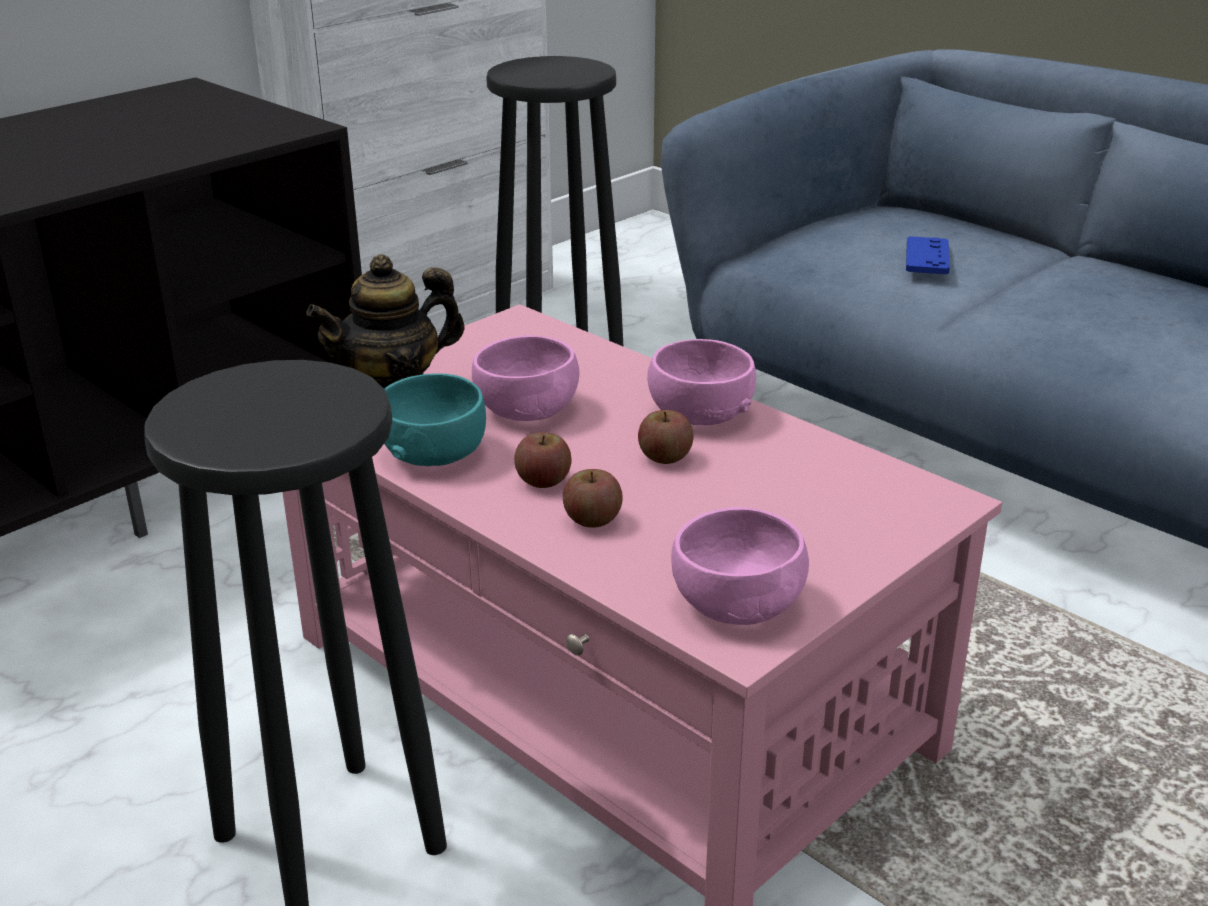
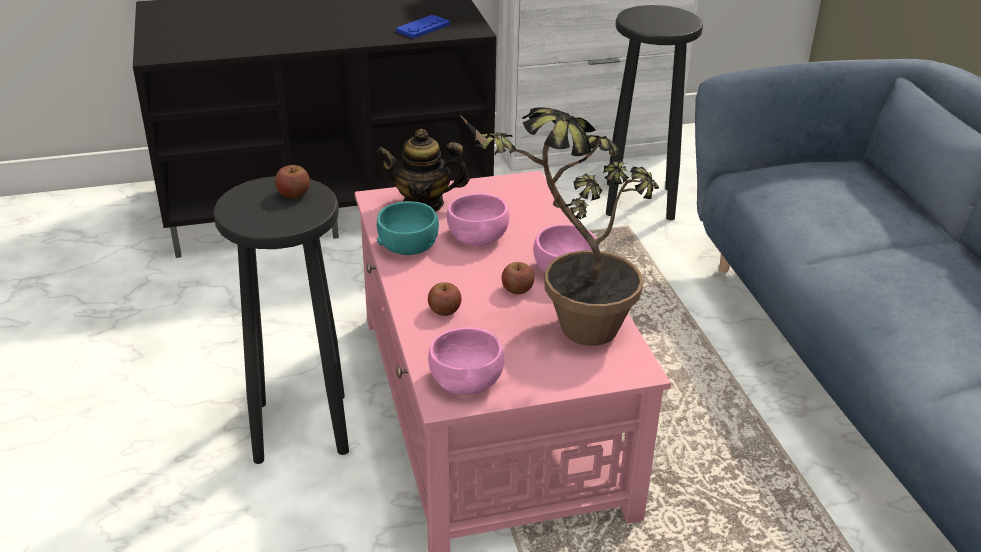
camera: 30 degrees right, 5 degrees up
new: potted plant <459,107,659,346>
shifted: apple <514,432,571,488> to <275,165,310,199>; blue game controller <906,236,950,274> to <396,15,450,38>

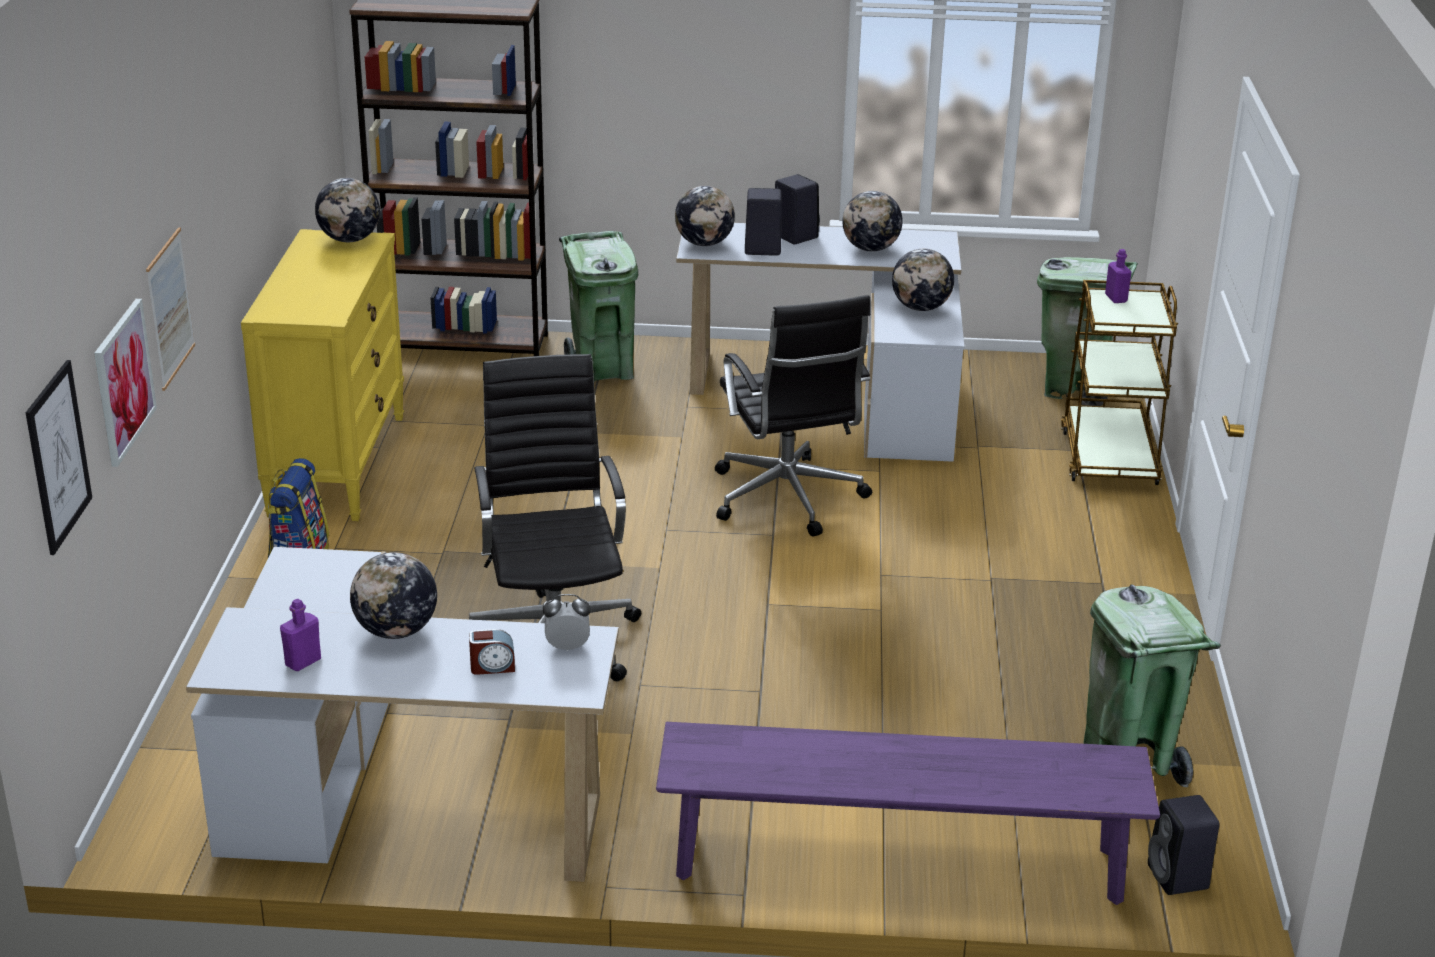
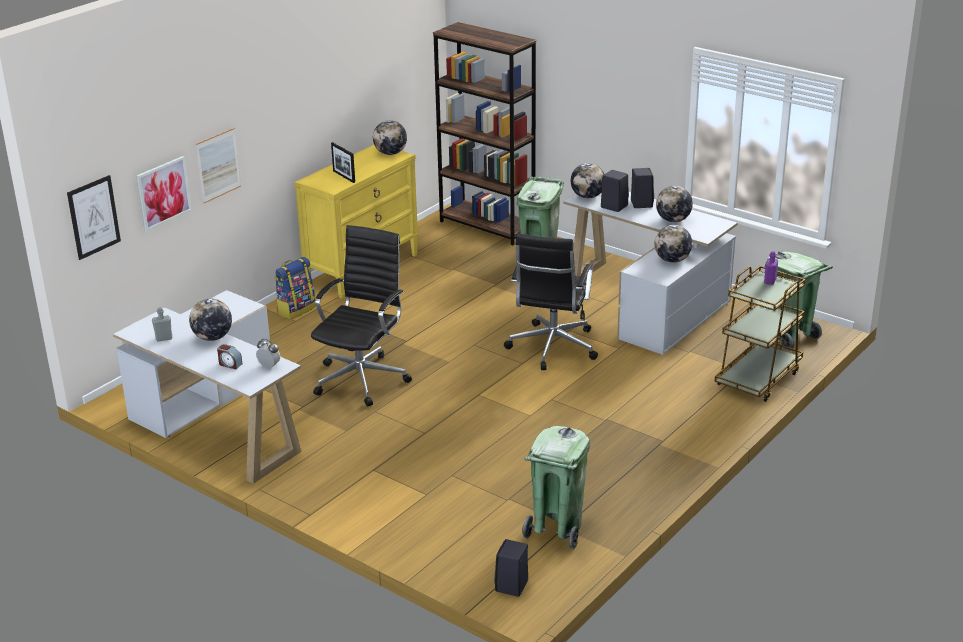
camera: 35 degrees right, 0 degrees up
gone: purple bench <656,722,1160,905>
new: picture frame <331,142,355,183>
repainted: purple bottle <280,599,321,671> to grey bottle <152,307,173,341>

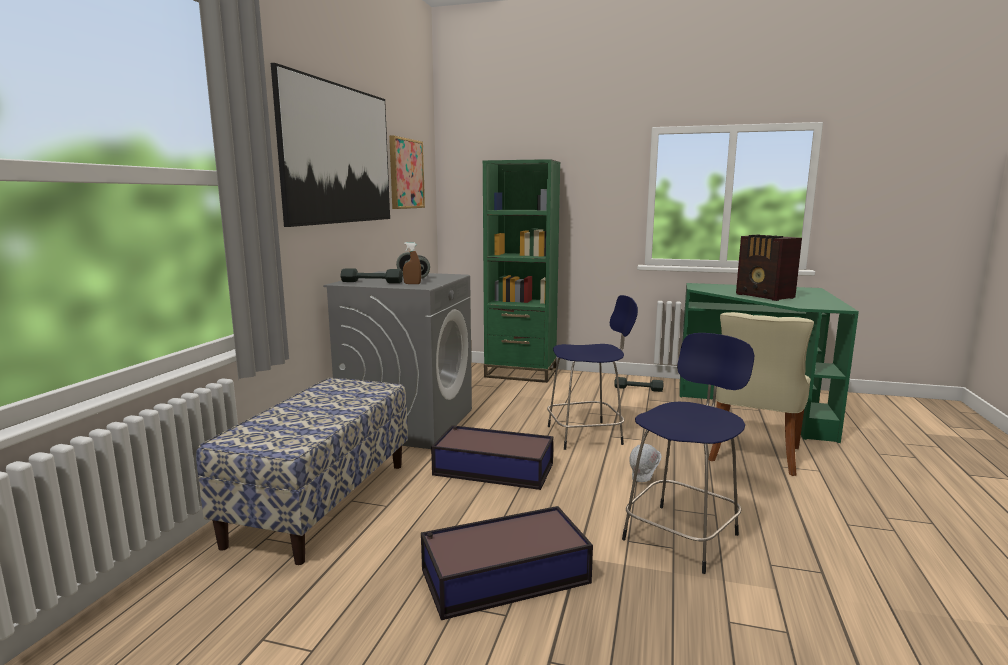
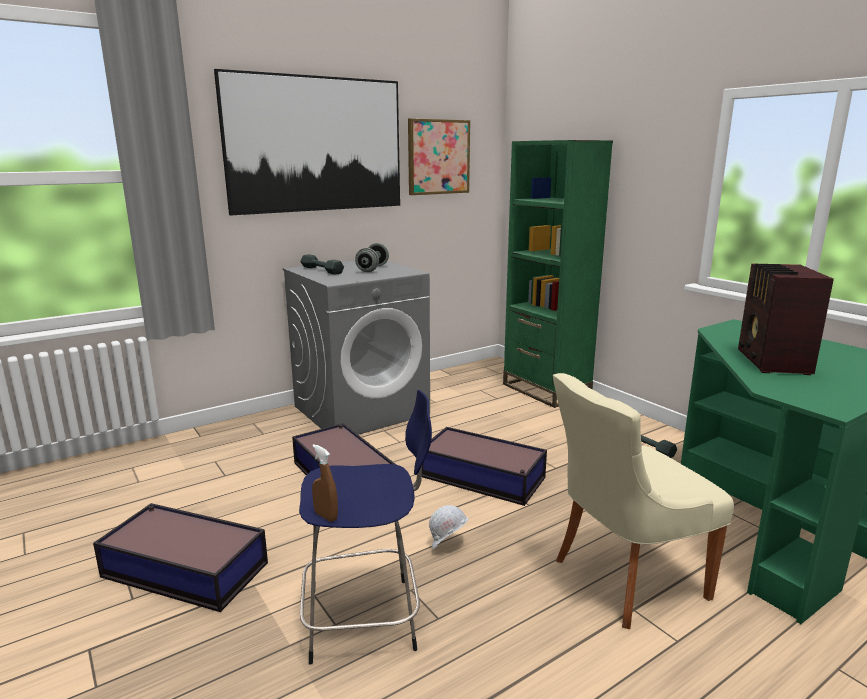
camera: 40 degrees right, 5 degrees up
gone: bench <196,378,408,565>
shifted: brown spray bottle <403,242,421,284> to <312,444,338,522>
swapped: blue stool <547,295,638,450> to storage box <422,427,547,506>

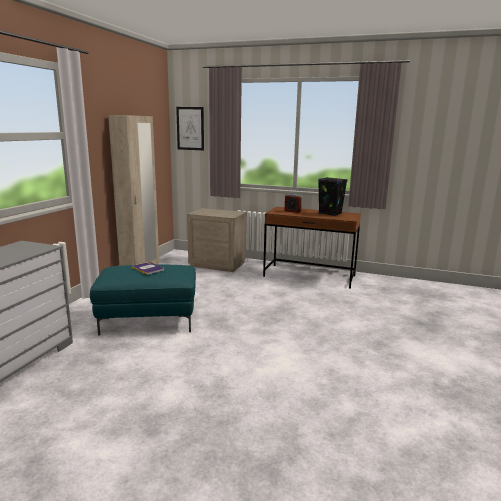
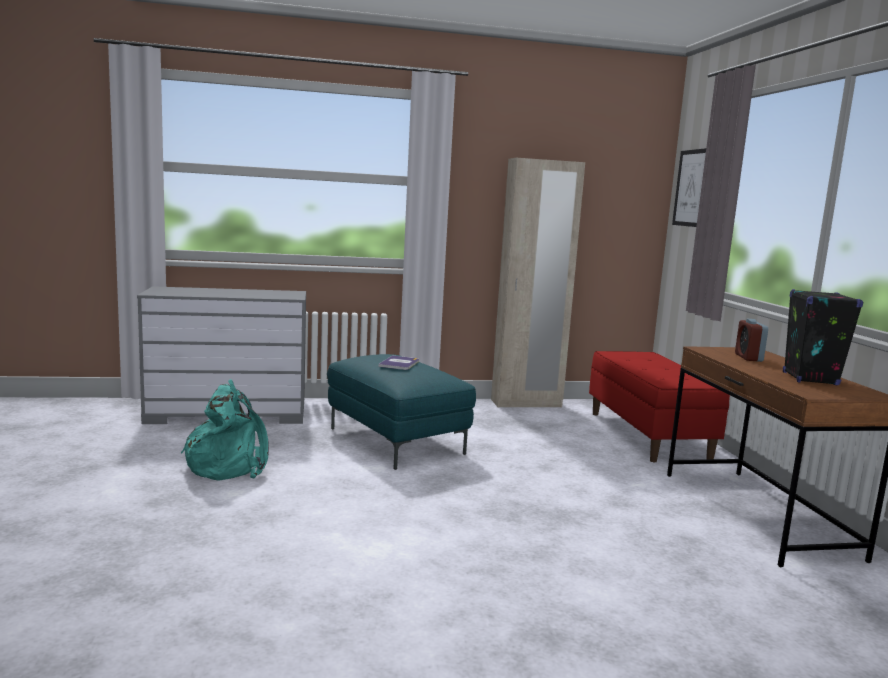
camera: 60 degrees right, 5 degrees down
new: turquoise backpack <181,379,269,480>
swapped: beige nightstand <187,208,246,272> to red bench <589,351,730,462>

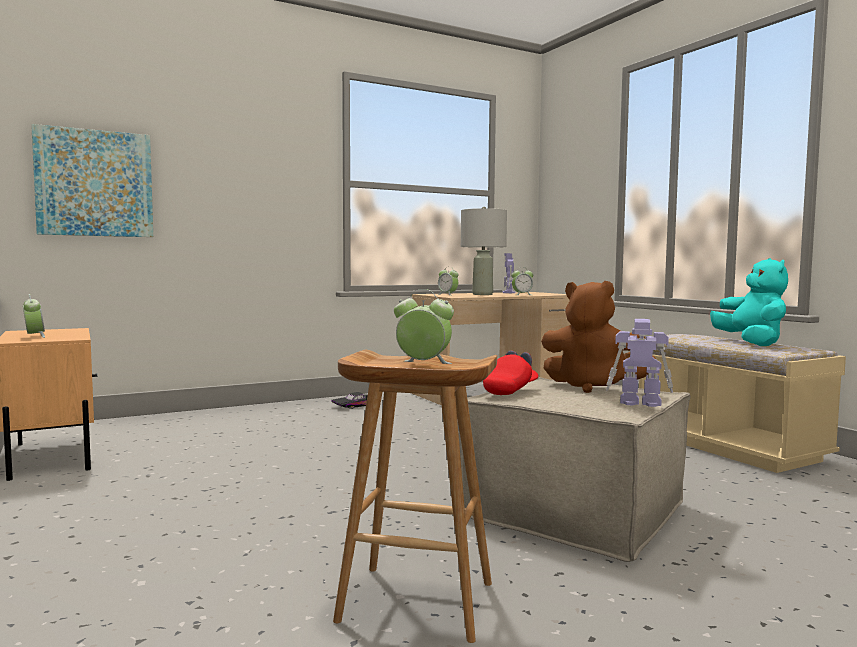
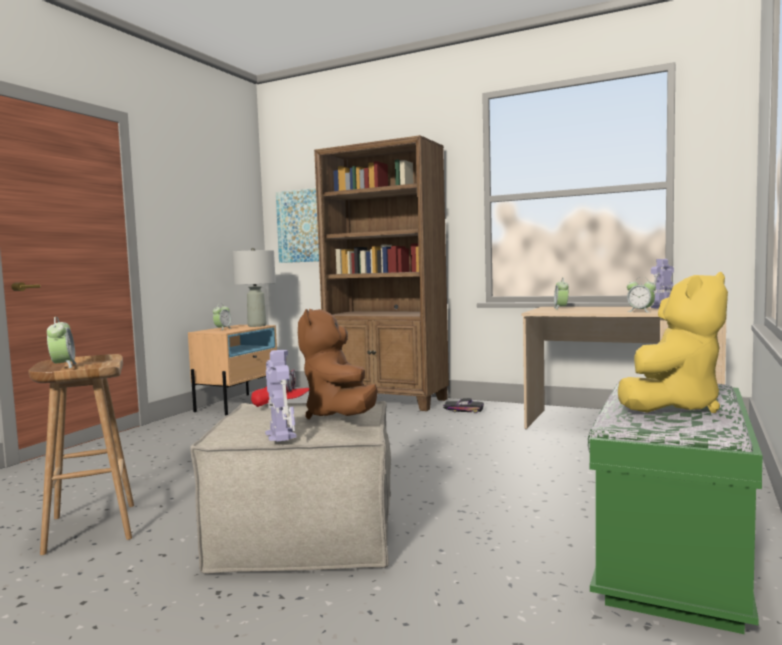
camera: 55 degrees right, 0 degrees up
new: brown bookcase <314,135,449,411>
shifted: grey table lamp <461,207,507,295> to <232,248,276,327>
repainted: beige bench <639,334,846,473> to green bench <588,379,763,634>; turquoise plush toy <710,258,788,346> to yellow plush toy <618,272,728,413>

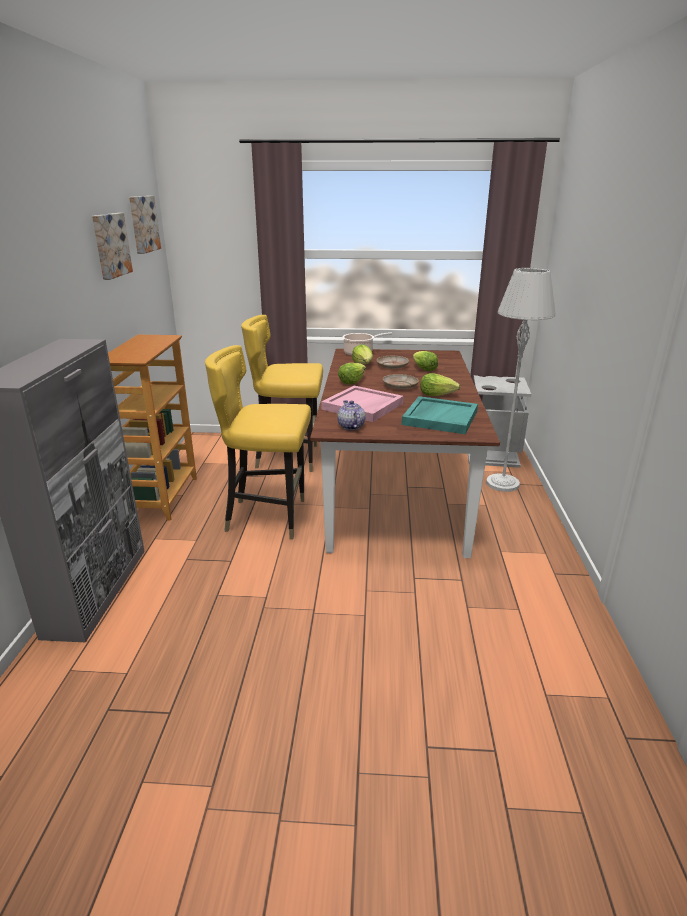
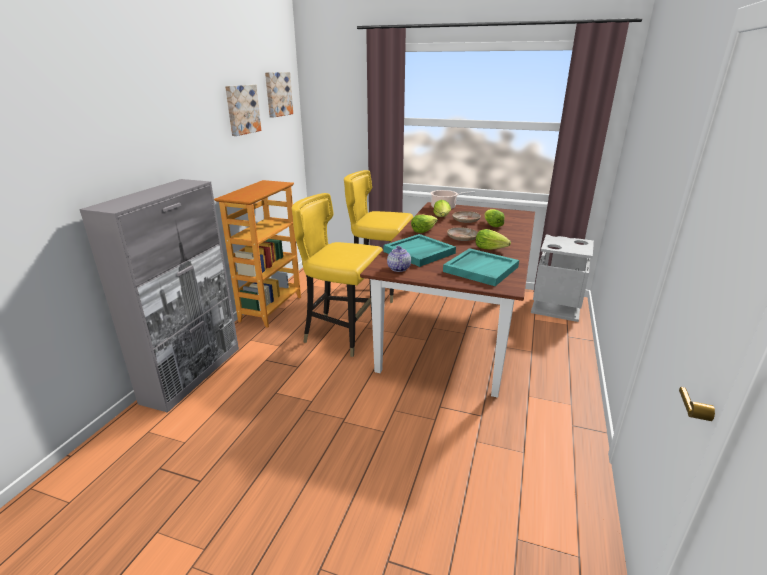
camera: 15 degrees right, 0 degrees up
gone: grey floor lamp <486,268,556,492>
repainted: pink tray <321,385,403,422> to turquoise tray <383,234,456,267>

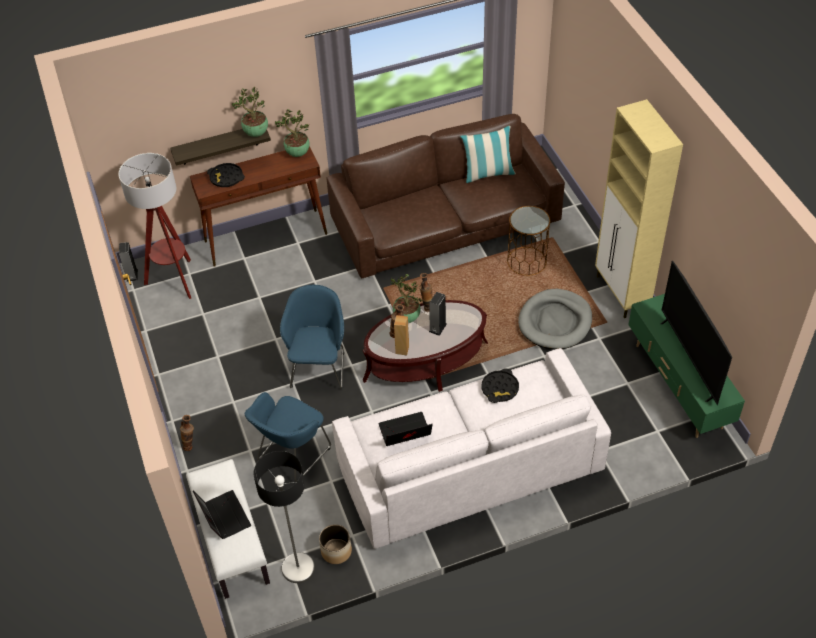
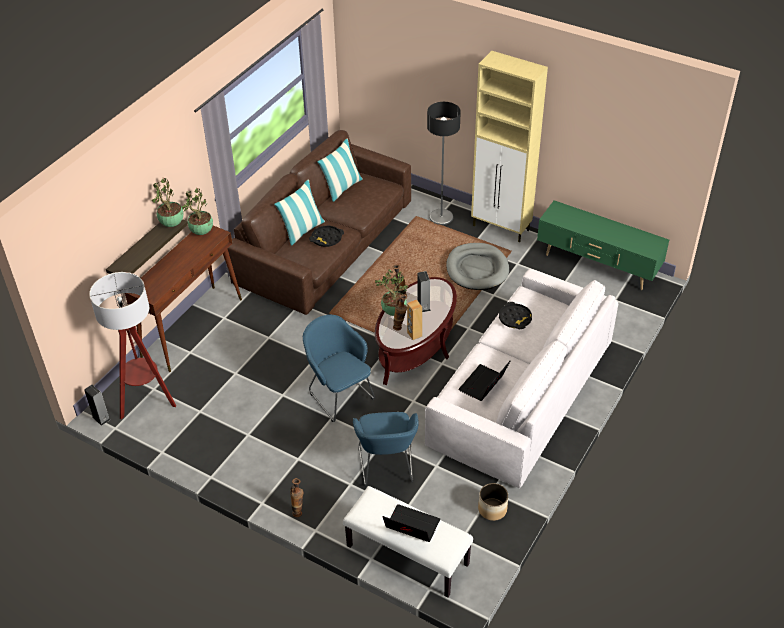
camera: 40 degrees left, 5 degrees down
gone: brown side table <507,206,550,276>; television <661,261,732,405>
new: pillow <274,180,325,246>
shifted: black tray <207,163,245,187> to <309,226,344,247>; floor lamp <254,451,315,583> to <427,102,461,225>

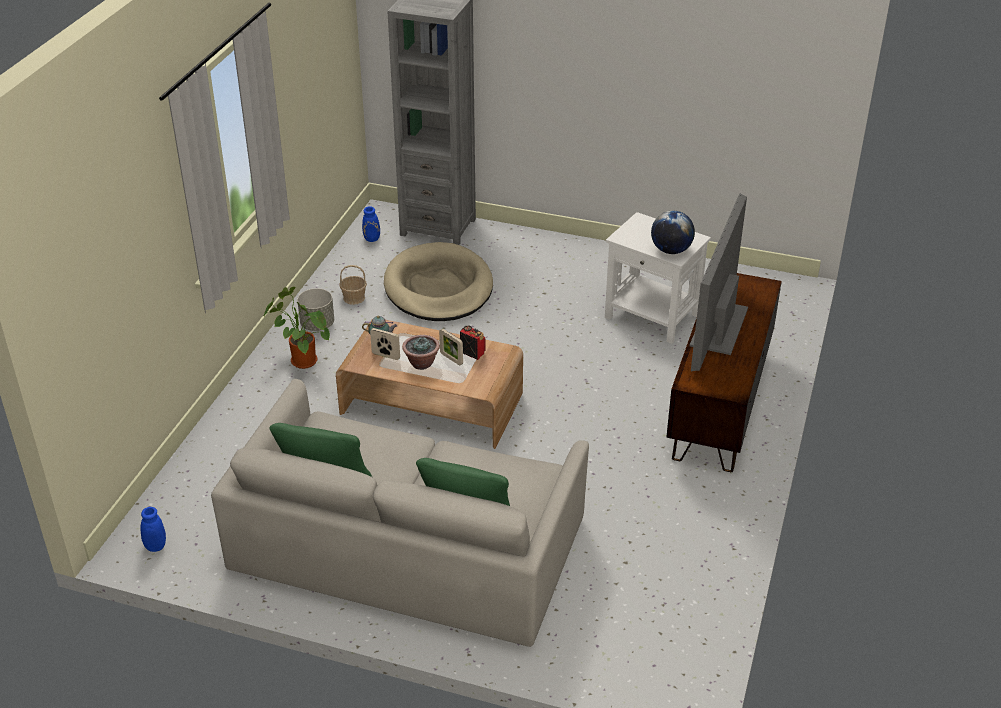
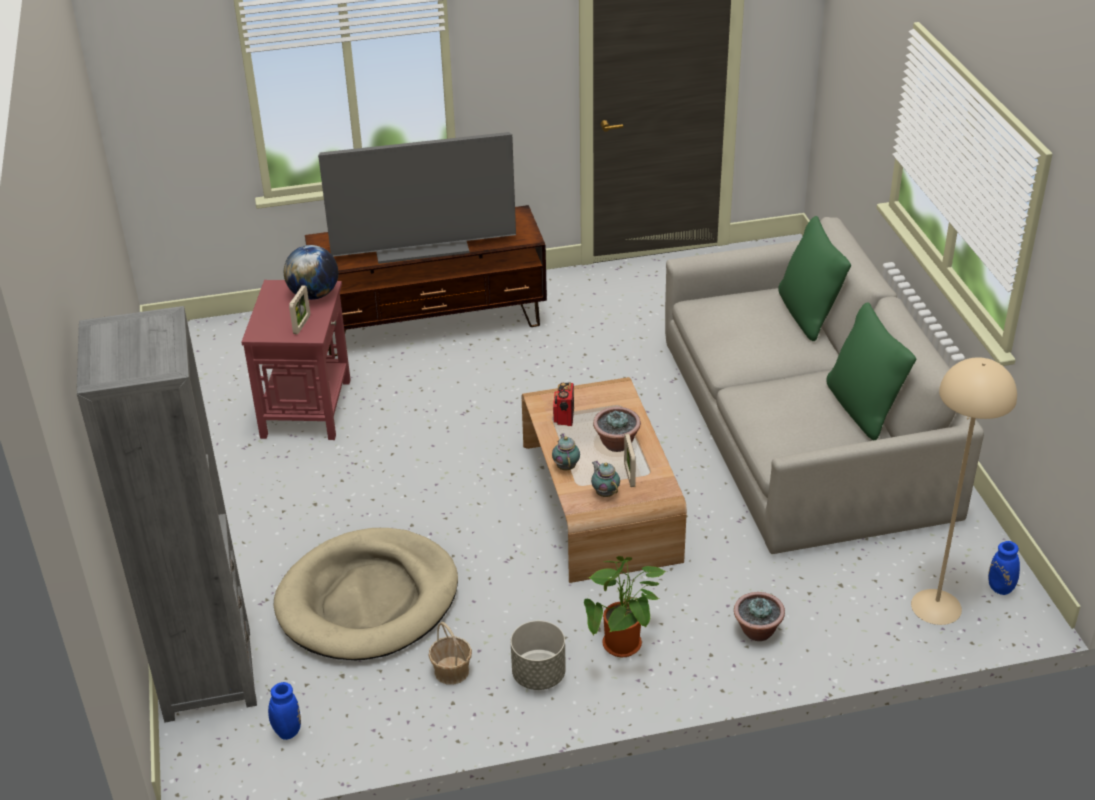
camera: 120 degrees left, 0 degrees up
new: teapot <552,434,580,470>; potted plant <734,592,785,641>; beige floor lamp <911,357,1017,625>
shifted: picture frame <439,329,463,366> to <289,285,310,334>
repainted: white side table <605,212,711,344> to red side table <241,280,351,440>

